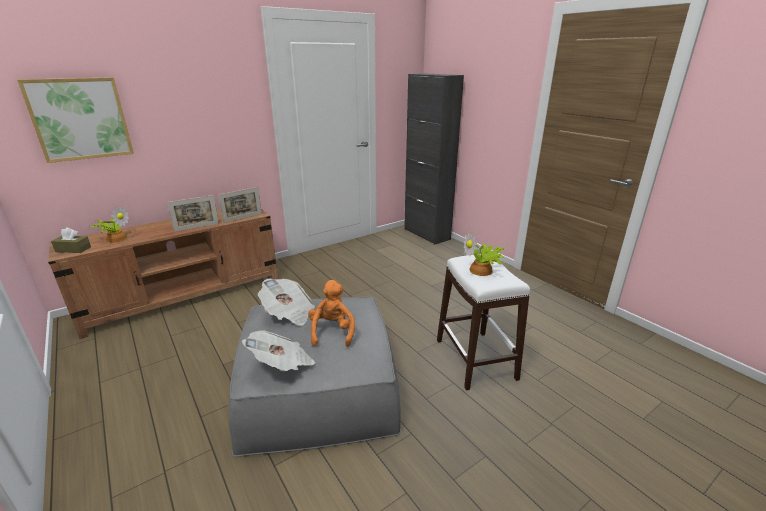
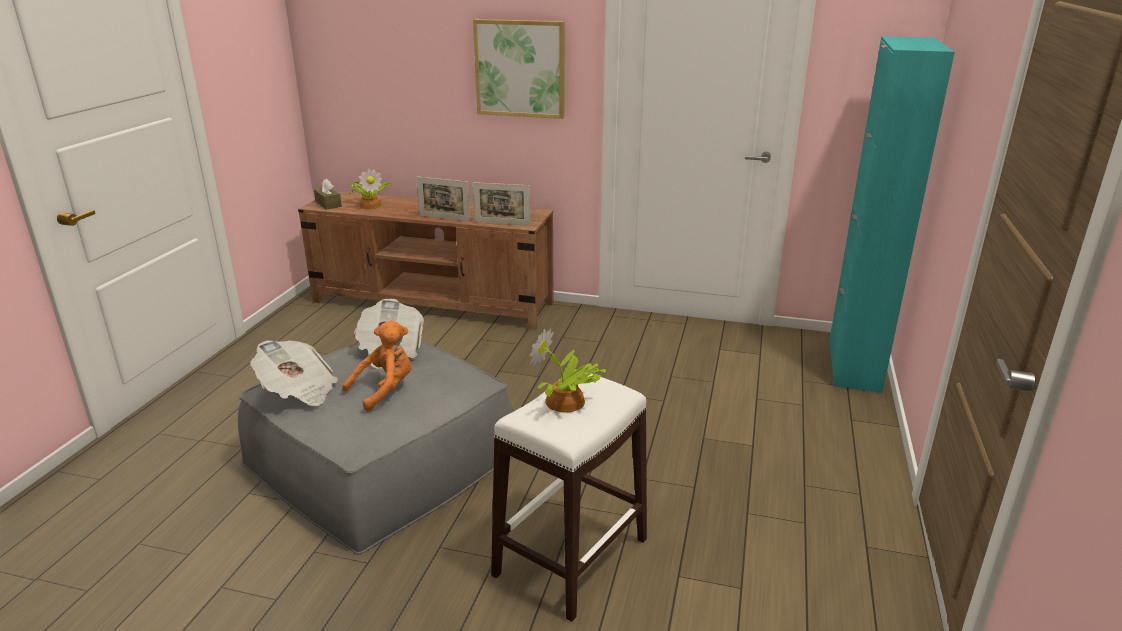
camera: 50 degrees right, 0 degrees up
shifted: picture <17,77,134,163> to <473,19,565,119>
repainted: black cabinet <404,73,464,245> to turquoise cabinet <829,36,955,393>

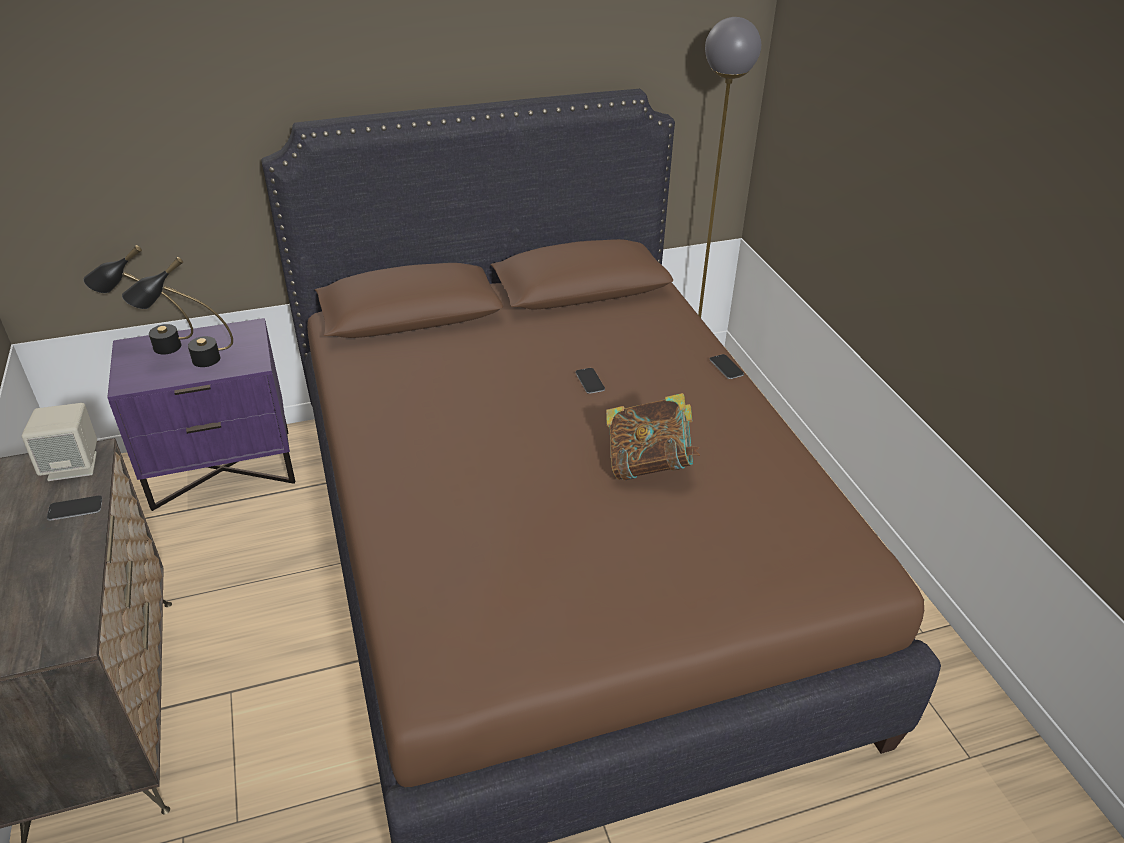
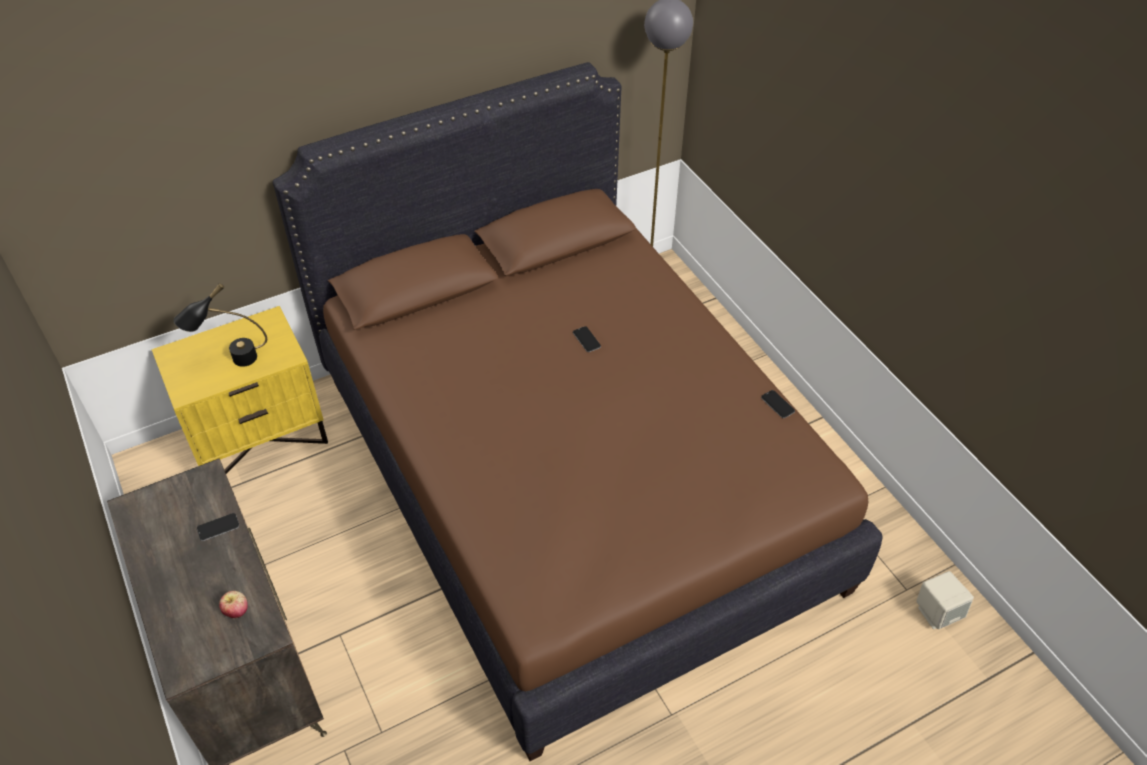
camera: 10 degrees left, 10 degrees up
gone: black table lamp <83,245,193,354>; book <606,393,700,480>
new: apple <219,591,248,618>
shifted: phone <710,354,744,379> to <761,390,795,418>; beige speaker <22,403,97,481> to <916,571,974,629>
repainted: purple nightstand <107,318,296,511> to yellow nightstand <152,306,328,474>

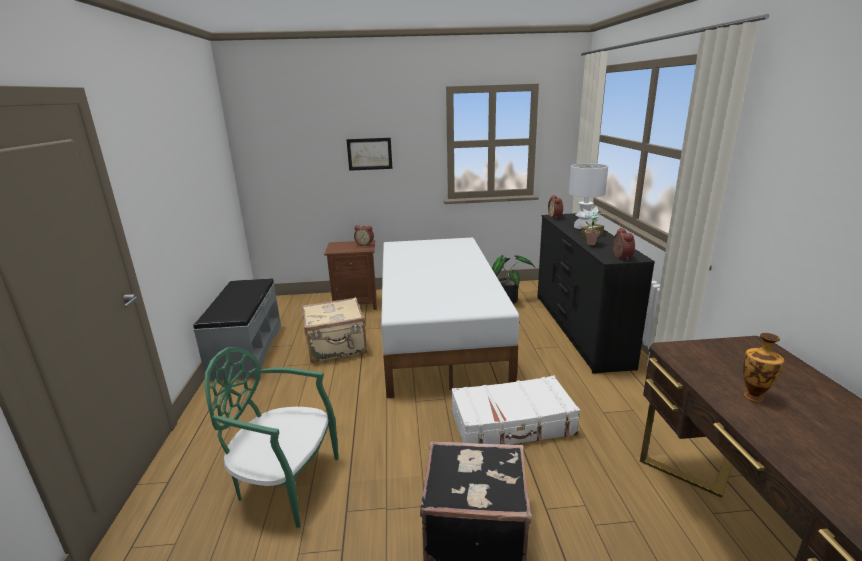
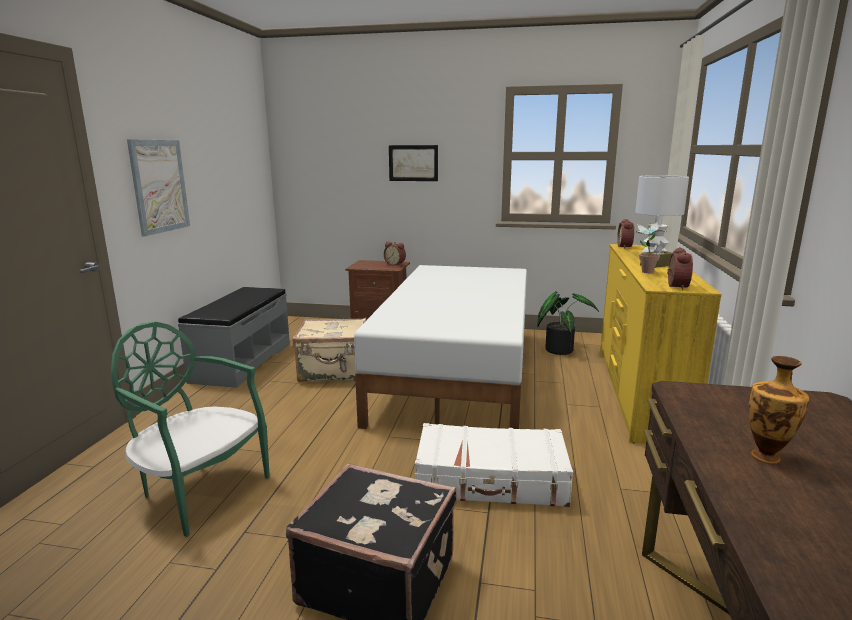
camera: 15 degrees right, 5 degrees down
new: picture <127,139,190,237>
repainted: black dresser <537,213,655,374> to yellow dresser <600,244,722,444>

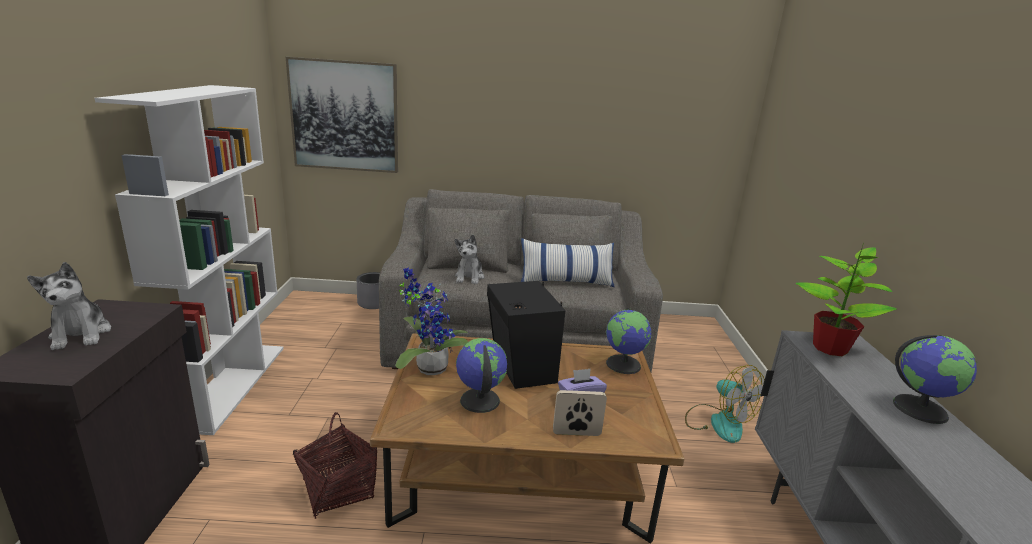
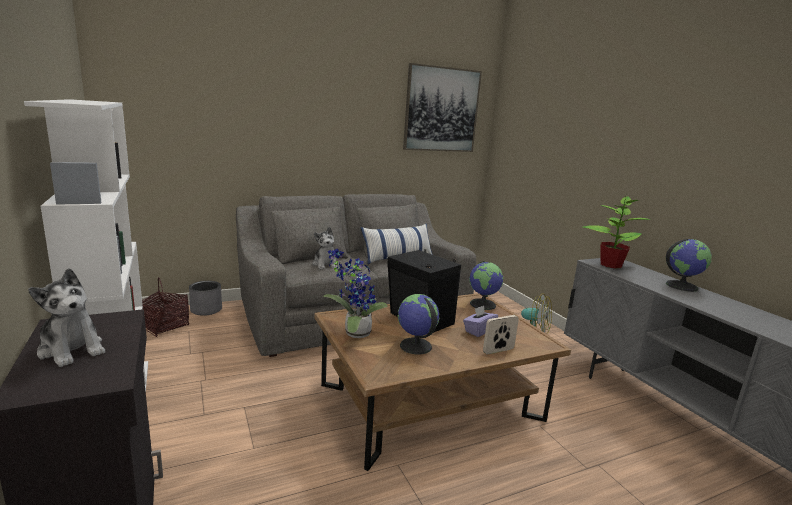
camera: 25 degrees left, 5 degrees down
shifted: basket <293,412,377,519> to <142,277,189,337>; picture <286,57,398,173> to <403,63,482,152>

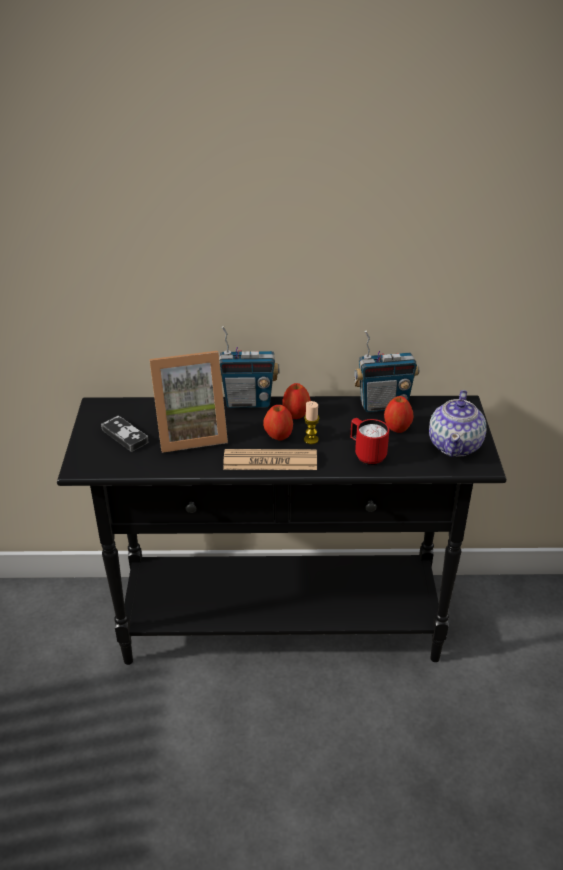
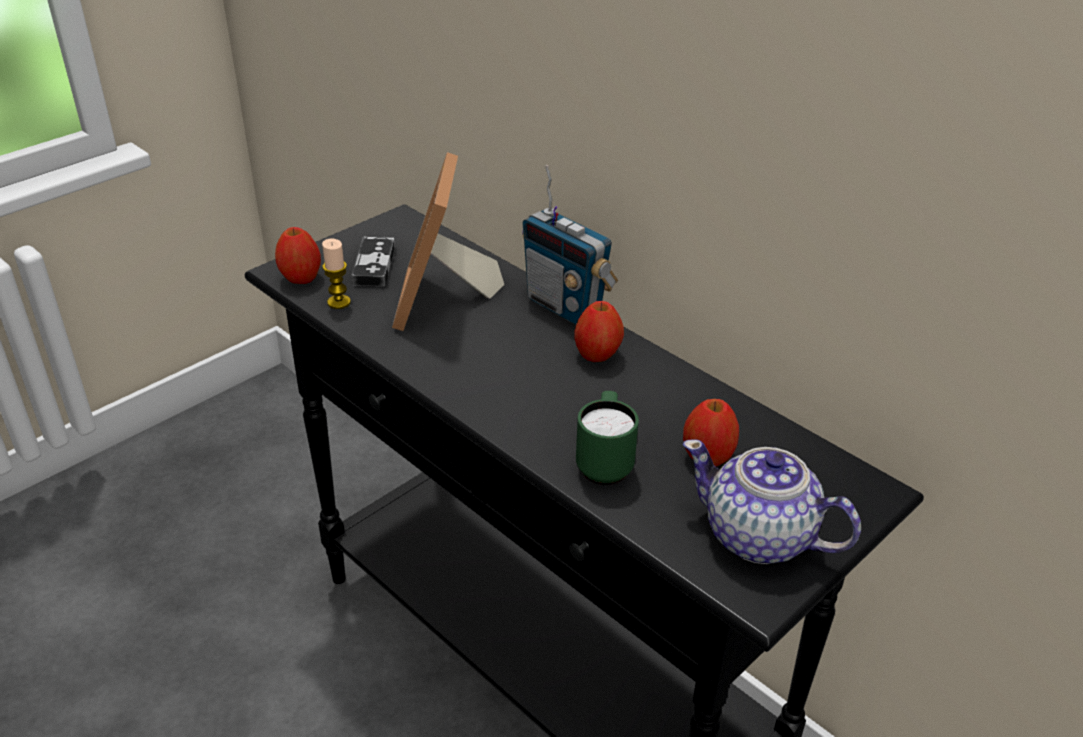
camera: 45 degrees right, 0 degrees up
gone: newspaper <223,449,317,470>; radio <354,331,419,412>
shifted: apple <263,405,293,440> to <275,227,321,284>; candle <304,401,319,444> to <322,239,351,309>
repainted: red mug <350,418,390,465> to green mug <576,391,639,485>
rotated: picture frame <149,351,228,453> = <392,152,504,331> 60 degrees clockwise; teapot <429,390,486,457> = <683,439,861,564> 60 degrees clockwise

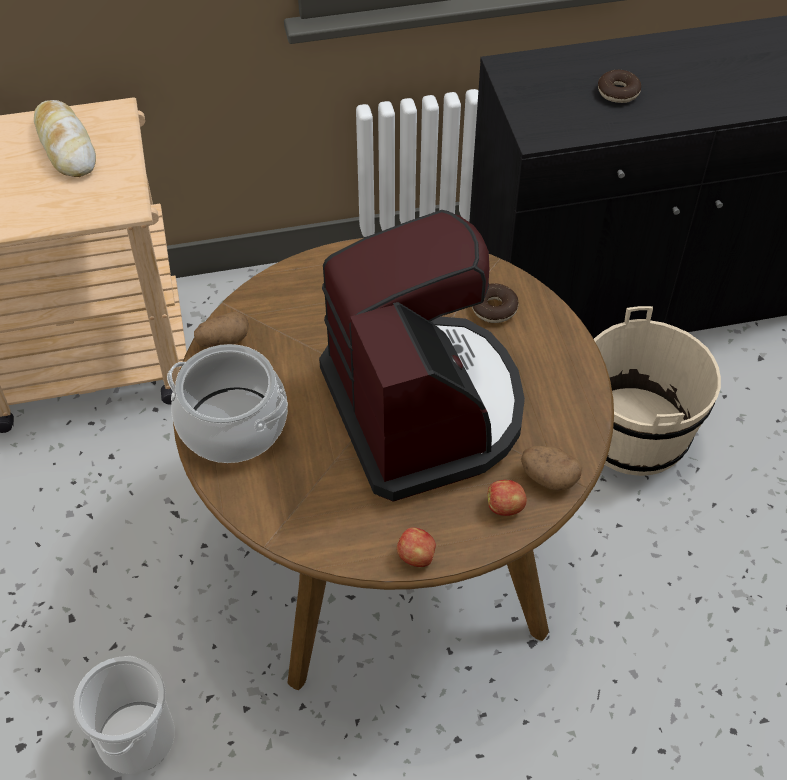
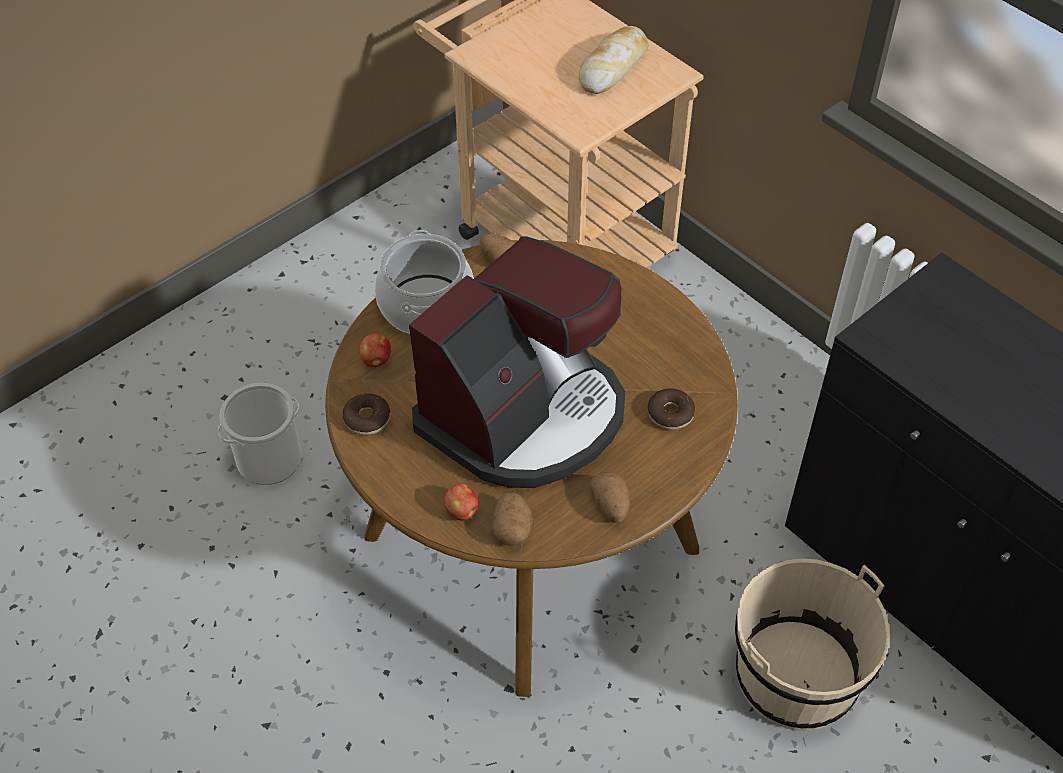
camera: 60 degrees right, 0 degrees up
new: potato <590,472,630,523>
shifted: donut <598,70,641,103> to <342,393,390,435>; apple <397,527,436,567> to <360,333,391,367>

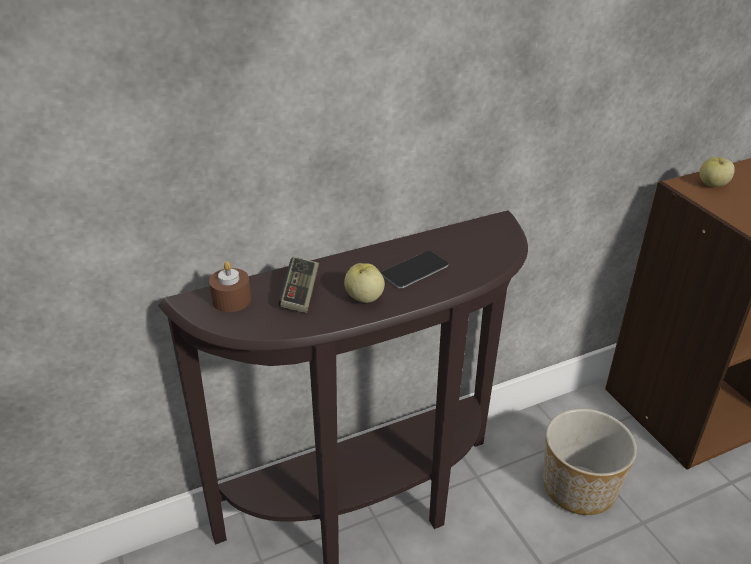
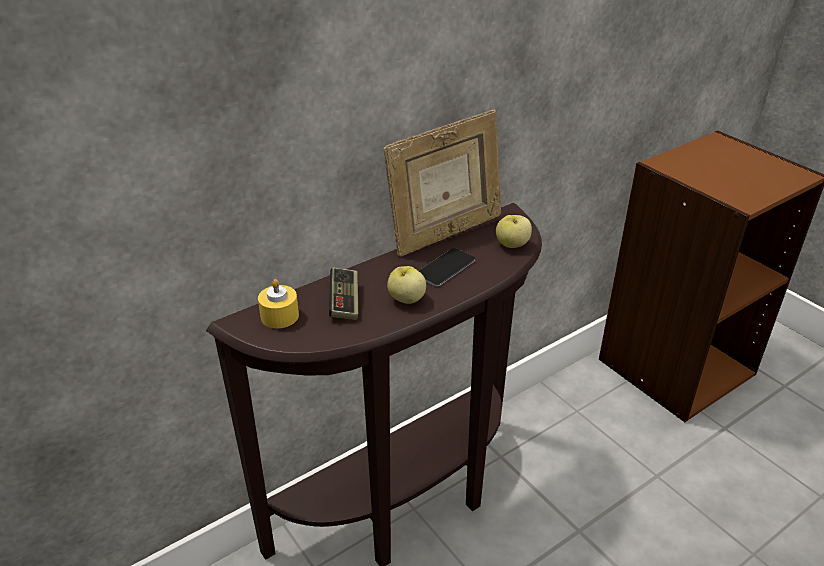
camera: 10 degrees left, 0 degrees up
gone: planter <543,409,637,515>
new: picture frame <383,110,501,256>
shifted: apple <699,157,735,187> to <496,215,532,248>
repainted: brown candle <209,262,251,312> to yellow candle <258,279,299,328>

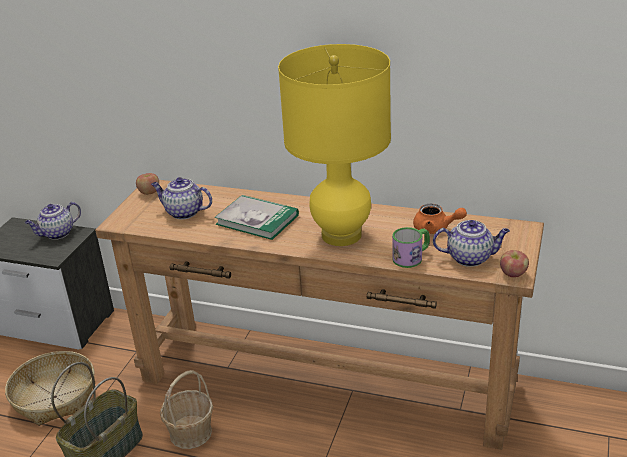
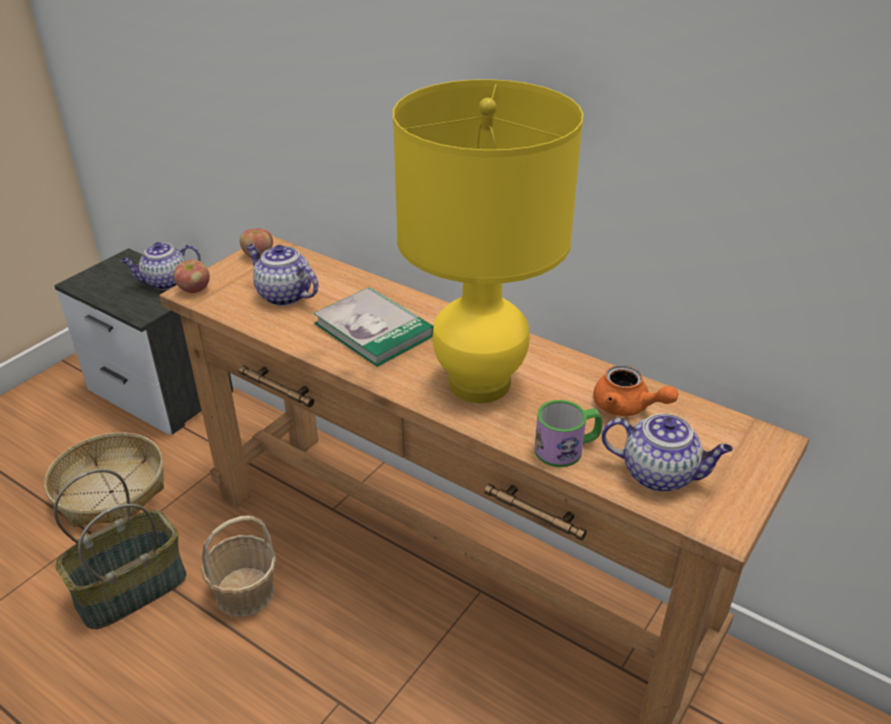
camera: 15 degrees right, 5 degrees up
shifted: apple <500,250,529,277> to <174,260,210,293>

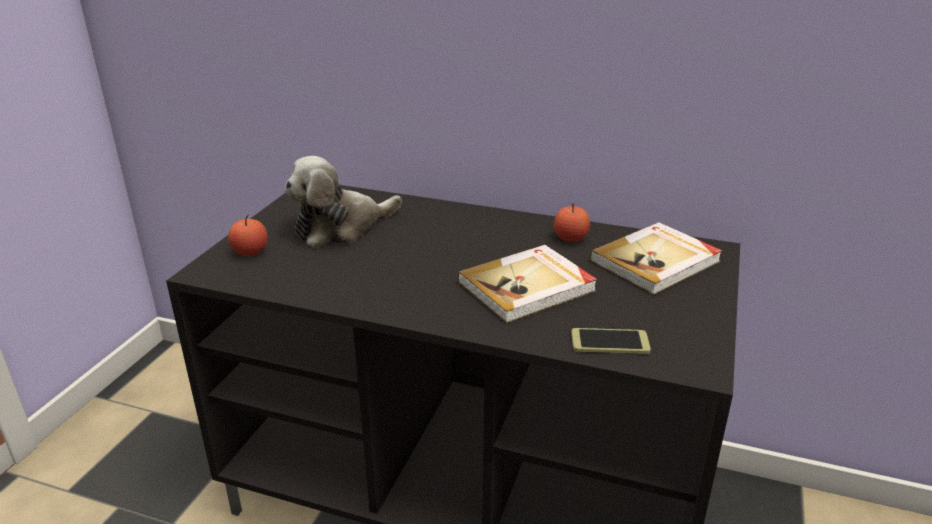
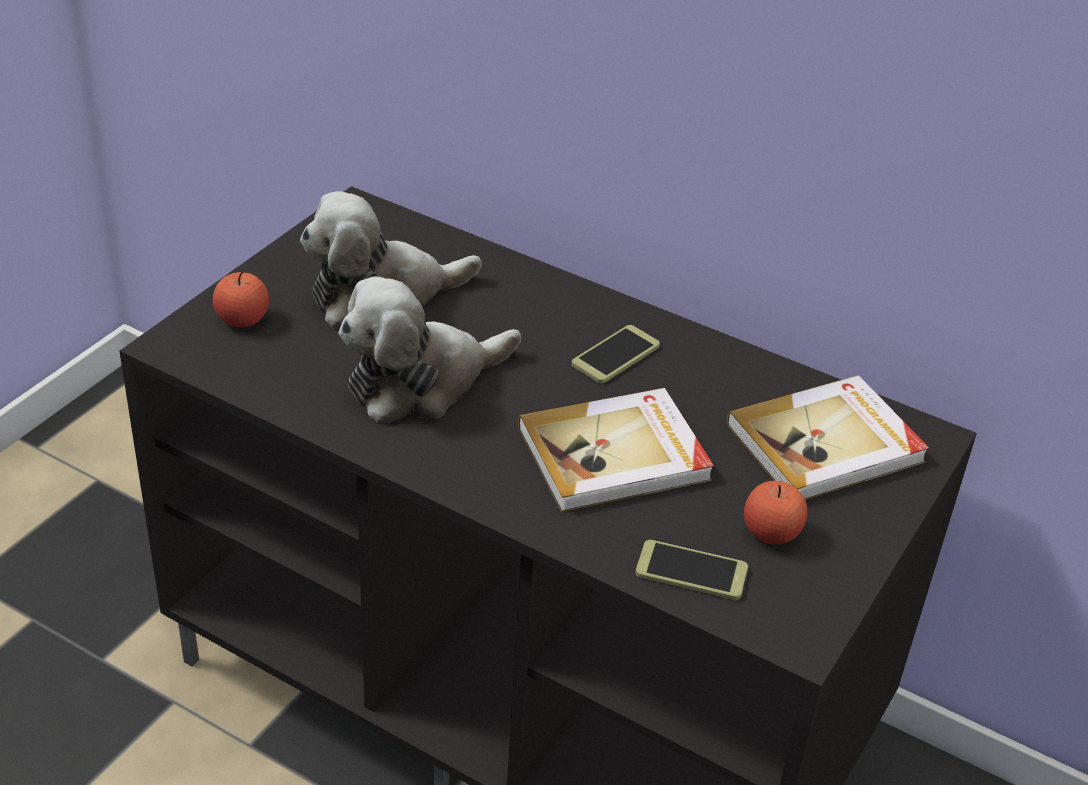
camera: 10 degrees right, 10 degrees up
new: plush toy <338,276,521,423>; phone <572,325,660,384>
shifted: apple <554,203,590,242> to <744,481,808,544>

